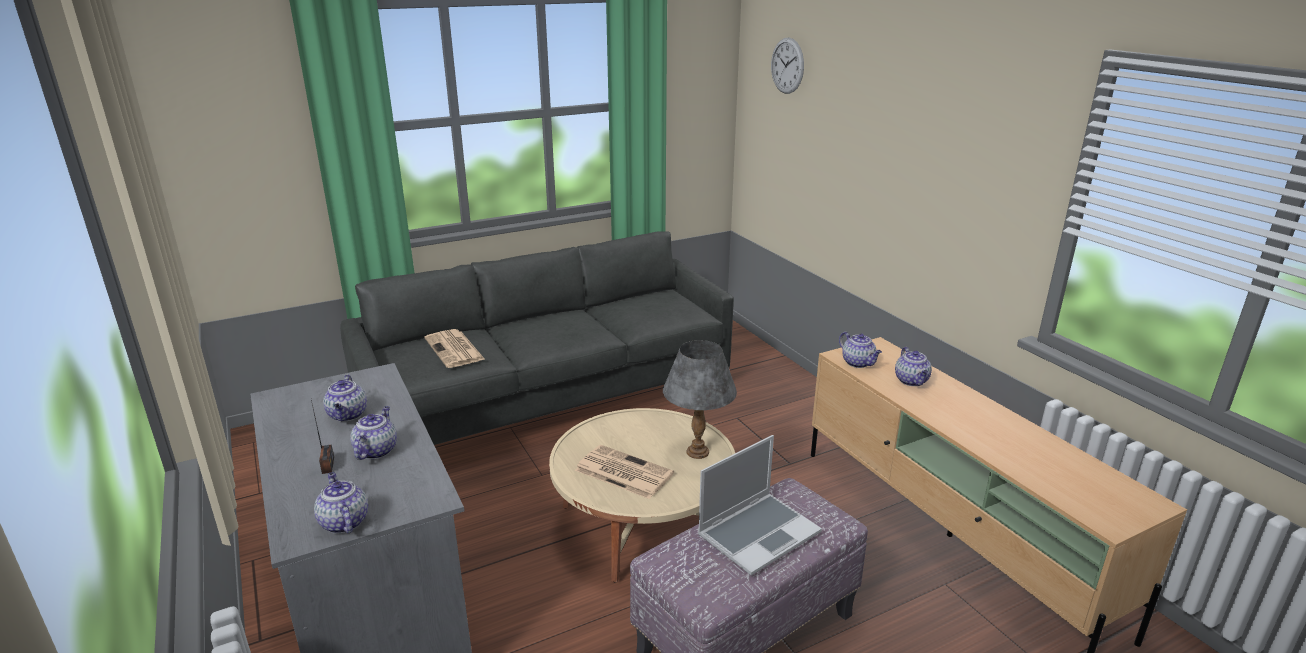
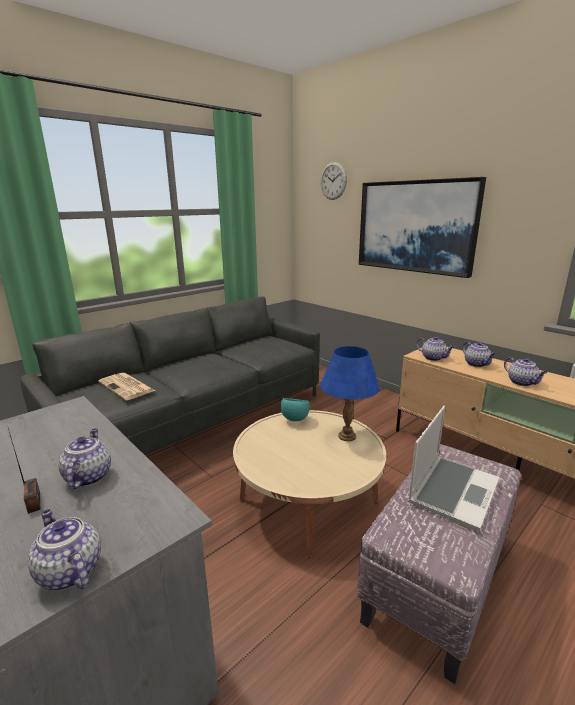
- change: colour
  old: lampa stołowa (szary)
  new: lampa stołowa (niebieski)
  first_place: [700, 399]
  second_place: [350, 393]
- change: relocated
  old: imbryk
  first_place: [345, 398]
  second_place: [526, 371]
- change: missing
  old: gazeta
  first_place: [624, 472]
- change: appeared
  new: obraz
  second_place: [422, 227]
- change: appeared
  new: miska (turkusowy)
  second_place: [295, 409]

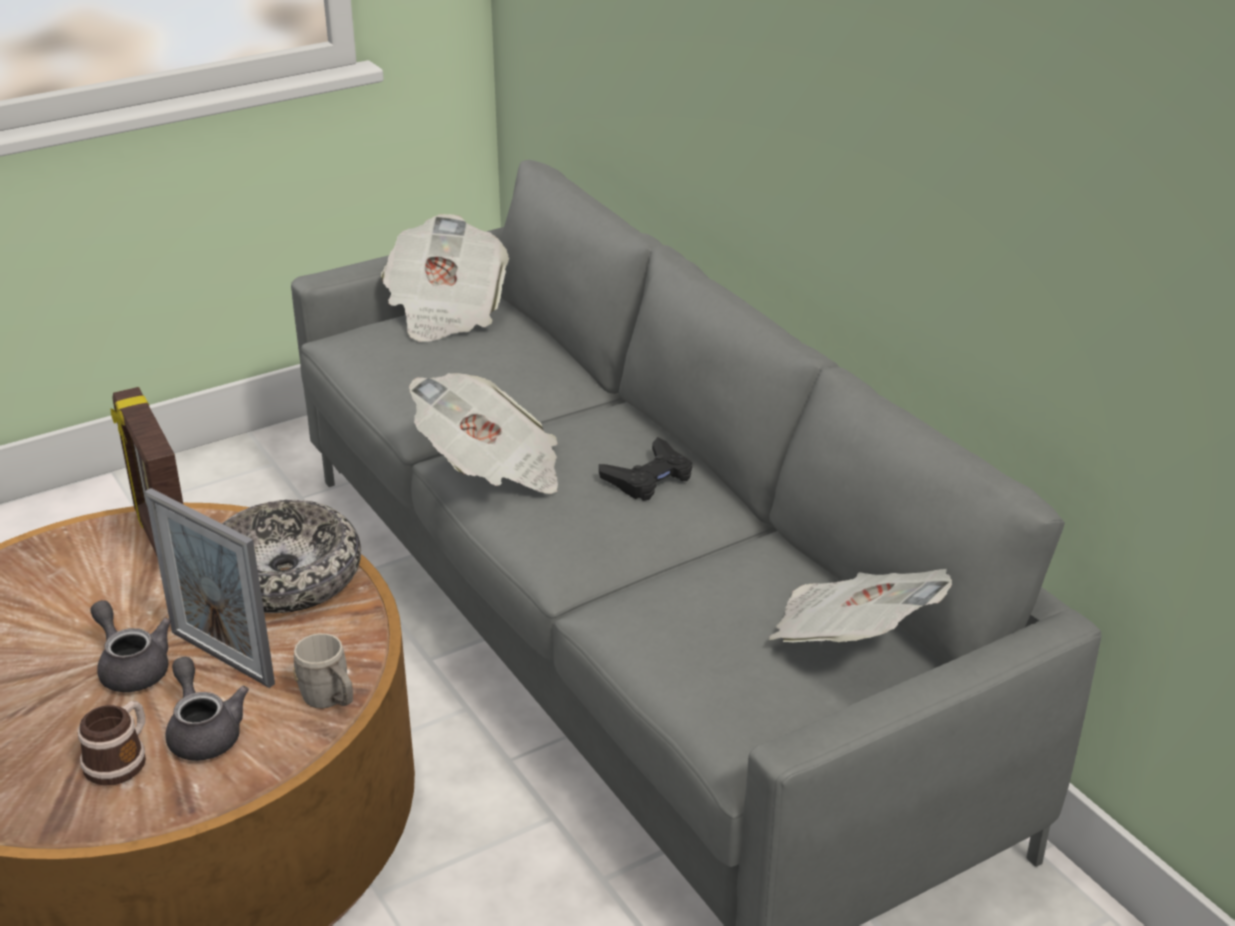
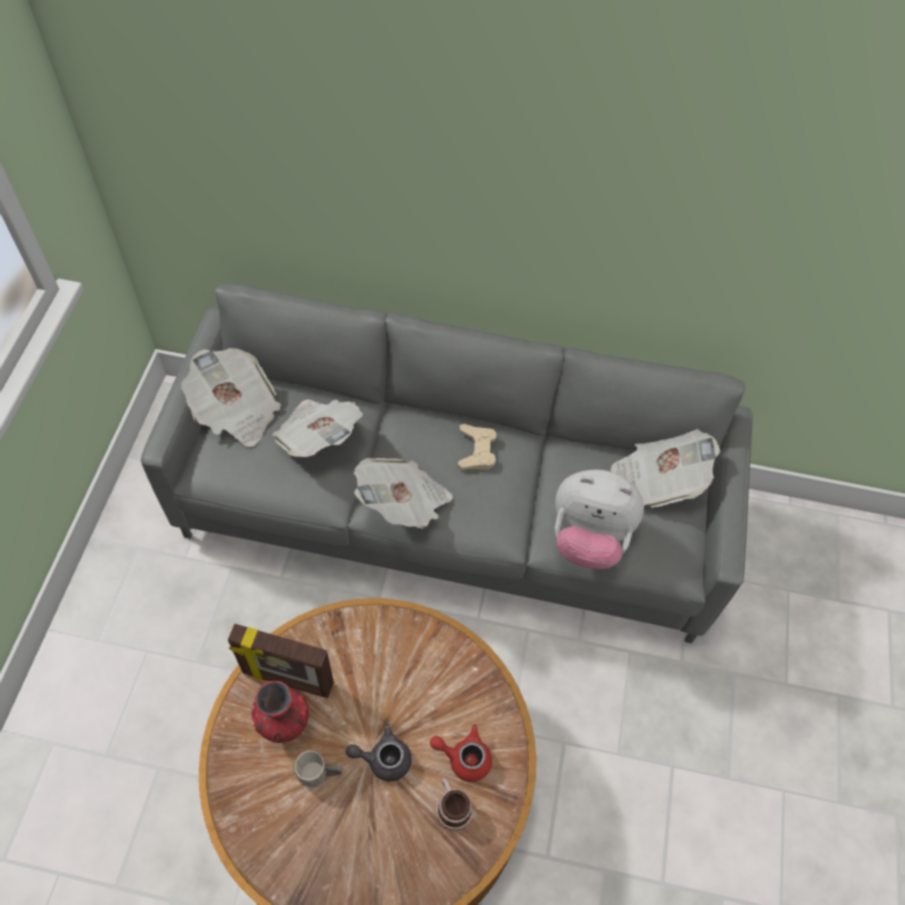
- change: colour
  old: pad do gier (czarny)
  new: pad do gier (beżowy)
  first_place: [646, 469]
  second_place: [477, 447]
- change: missing
  old: ramka na zdjęcie
  first_place: [210, 588]
- change: missing
  old: miska
  first_place: [292, 556]
- change: relocated
  old: kubek (szary)
  first_place: [323, 670]
  second_place: [317, 769]
- change: colour
  old: imbryk (szary)
  new: imbryk (czerwony)
  first_place: [207, 709]
  second_place: [461, 753]
- change: appeared
  new: gazeta
  second_place: [317, 428]
- change: appeared
  new: pluszak
  second_place: [599, 519]
- change: appeared
  new: wazon (czerwony)
  second_place: [280, 712]

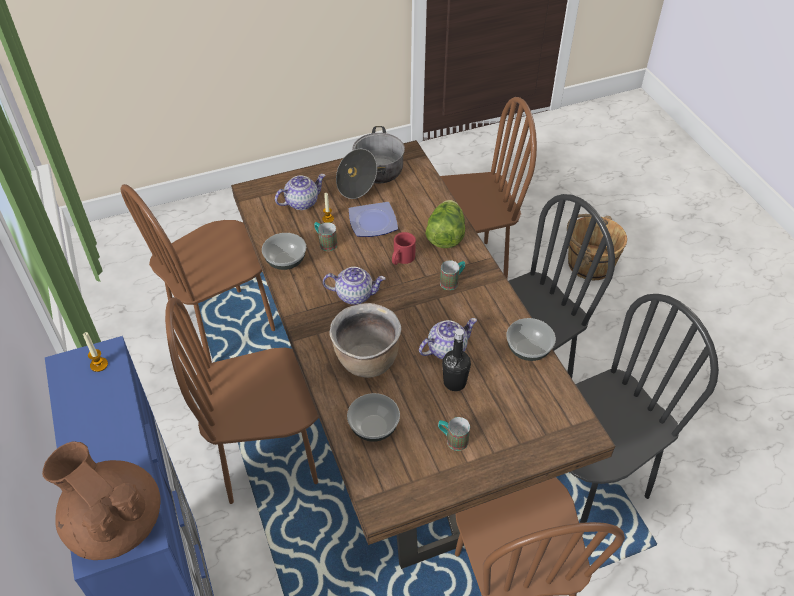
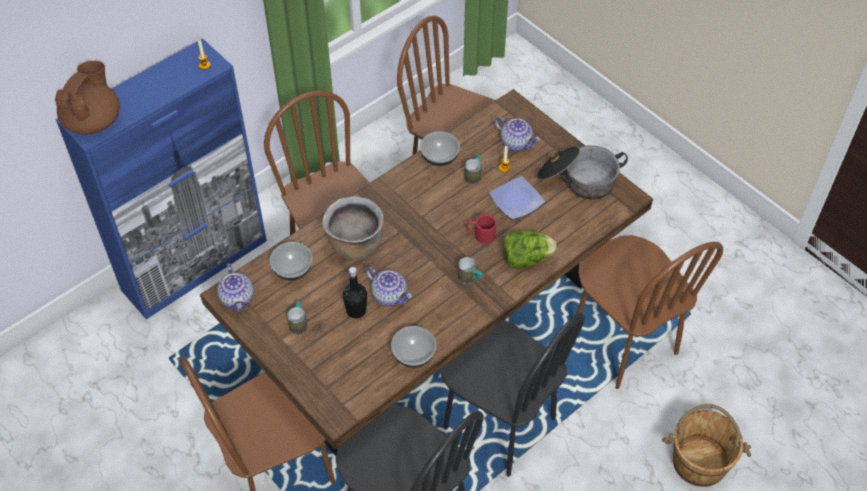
- change: relocated
  old: imbryk
  first_place: [354, 286]
  second_place: [235, 287]

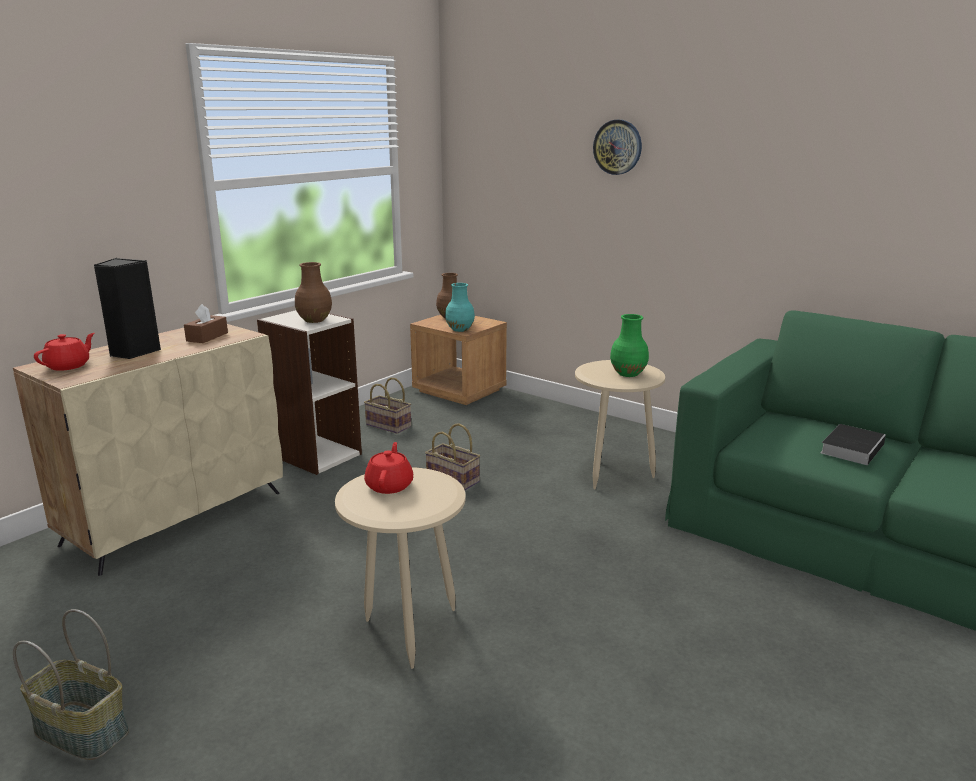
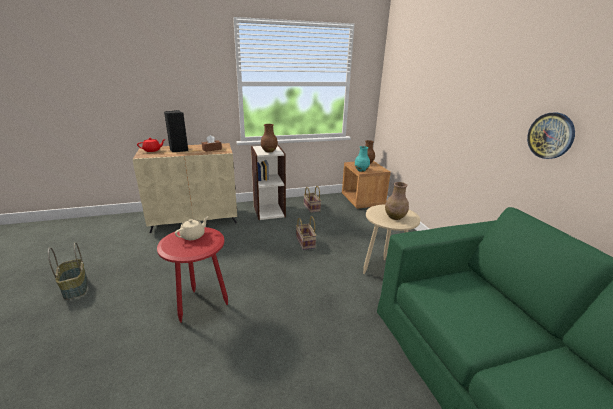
- change: relocated
  old: zegar ścienny
  first_place: [617, 147]
  second_place: [551, 135]
- change: colour
  old: wazon (zielony)
  new: wazon (brązowy)
  first_place: [629, 345]
  second_place: [397, 201]
- change: missing
  old: książka
  first_place: [853, 444]
- change: colour
  old: imbryk (czerwony)
  new: imbryk (beżowy)
  first_place: [388, 468]
  second_place: [192, 228]
- change: colour
  old: stolik (beżowy)
  new: stolik (czerwony)
  first_place: [400, 568]
  second_place: [192, 275]

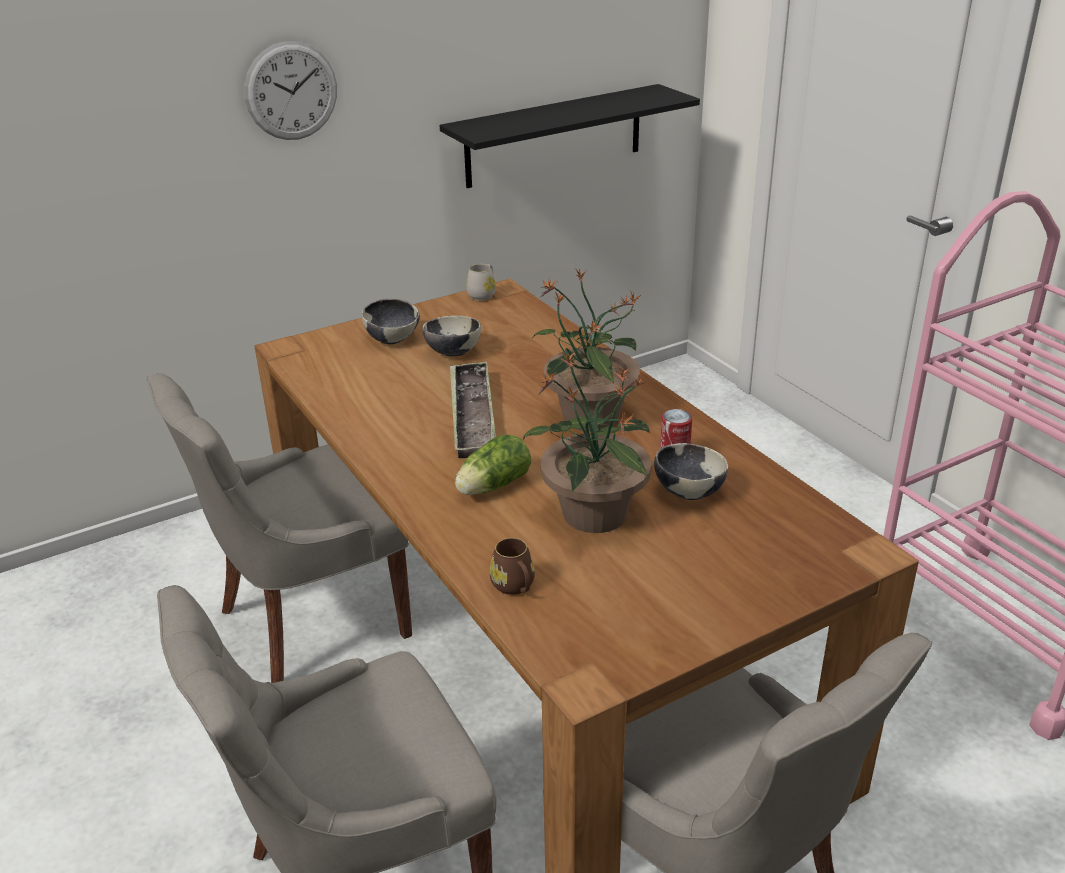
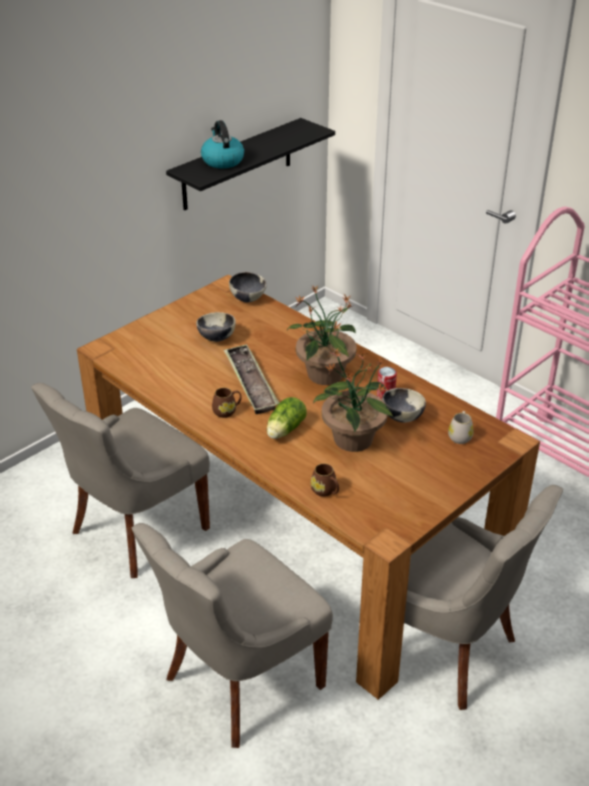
- change: missing
  old: zegar ścienny
  first_place: [290, 90]
- change: relocated
  old: kubek (biały)
  first_place: [481, 282]
  second_place: [461, 427]
- change: relocated
  old: miska
  first_place: [391, 321]
  second_place: [247, 287]
- change: appeared
  new: czajnik
  second_place: [222, 144]
- change: appeared
  new: kubek (brązowy)
  second_place: [226, 403]

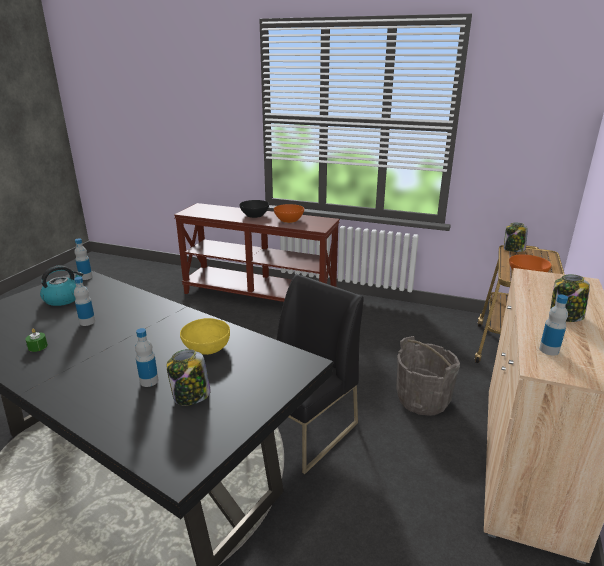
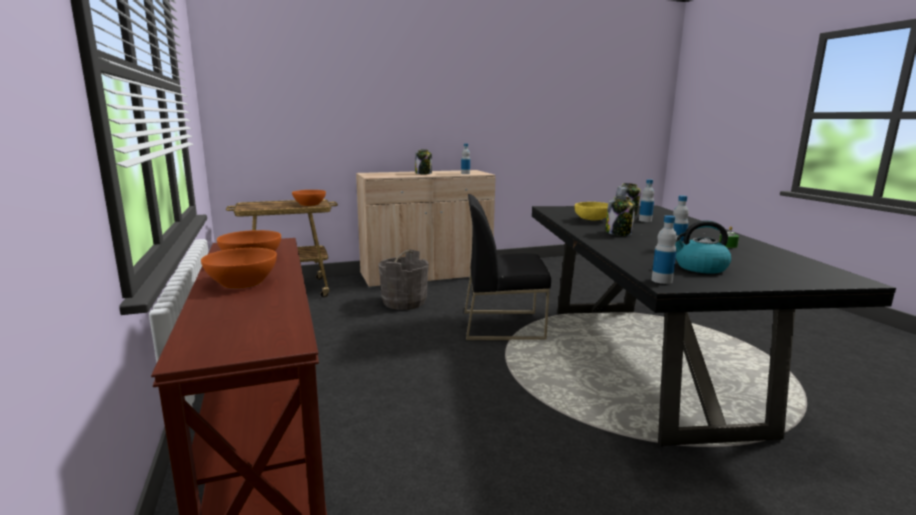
- change: colour
  old: miska (czarny)
  new: miska (pomarańczowy)
  first_place: [254, 209]
  second_place: [239, 268]
- change: relocated
  old: słoik
  first_place: [516, 237]
  second_place: [620, 216]

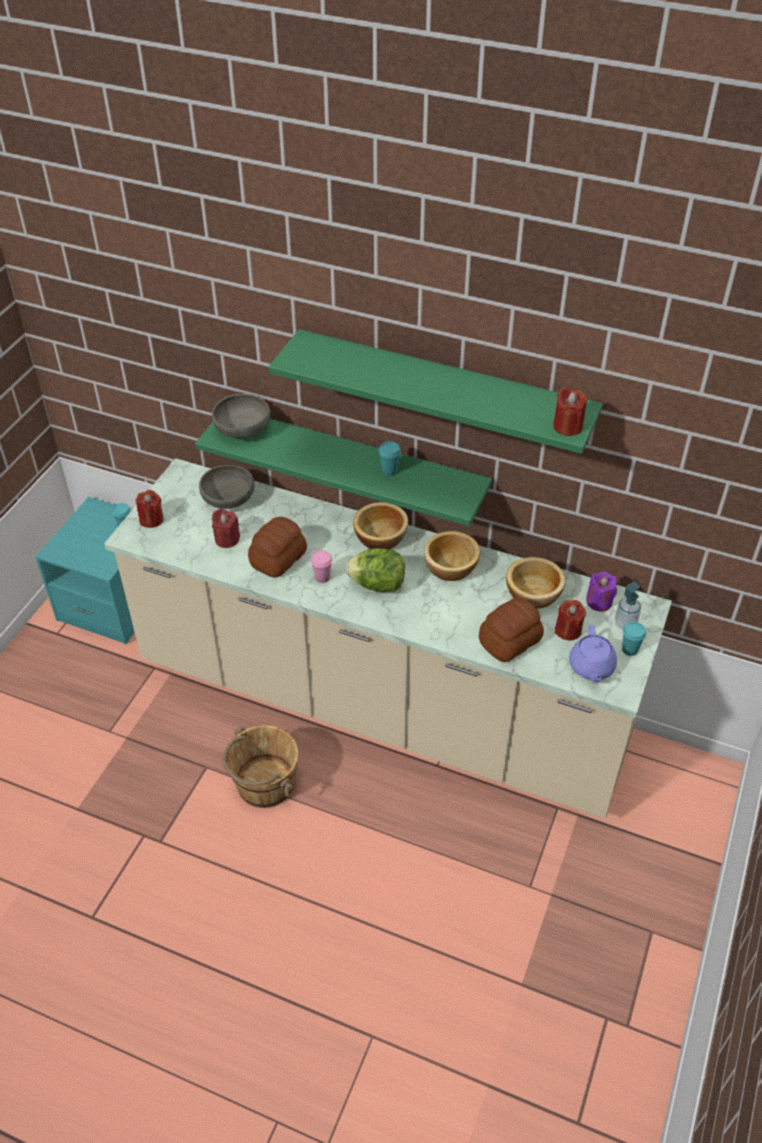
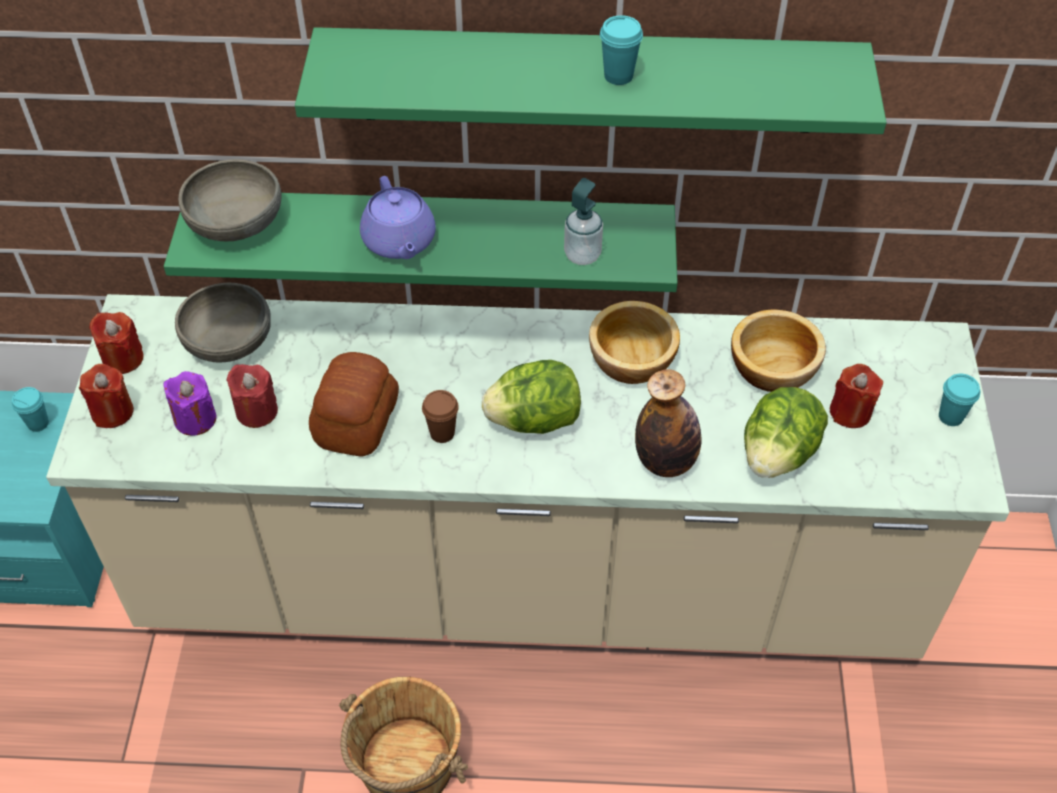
- change: relocated
  old: świeca (czerwony)
  first_place: [570, 411]
  second_place: [116, 343]
- change: relocated
  old: filiżanka (turkusowy)
  first_place: [390, 458]
  second_place: [621, 50]
- change: missing
  old: miska
  first_place: [380, 525]
- change: colour
  old: filiżanka (różowy)
  new: filiżanka (brązowy)
  first_place: [322, 566]
  second_place: [440, 416]
- change: relocated
  old: świeca (fioletowy)
  first_place: [601, 592]
  second_place: [190, 403]
- change: relocated
  old: dozownik mydła
  first_place: [628, 605]
  second_place: [583, 221]
- change: exchanged
  old: chleb
  new: sałata
  first_place: [511, 630]
  second_place: [786, 432]
- change: relocated
  old: imbryk (fioletowy)
  first_place: [593, 653]
  second_place: [398, 217]
- change: appeared
  new: butelka
  second_place: [668, 423]

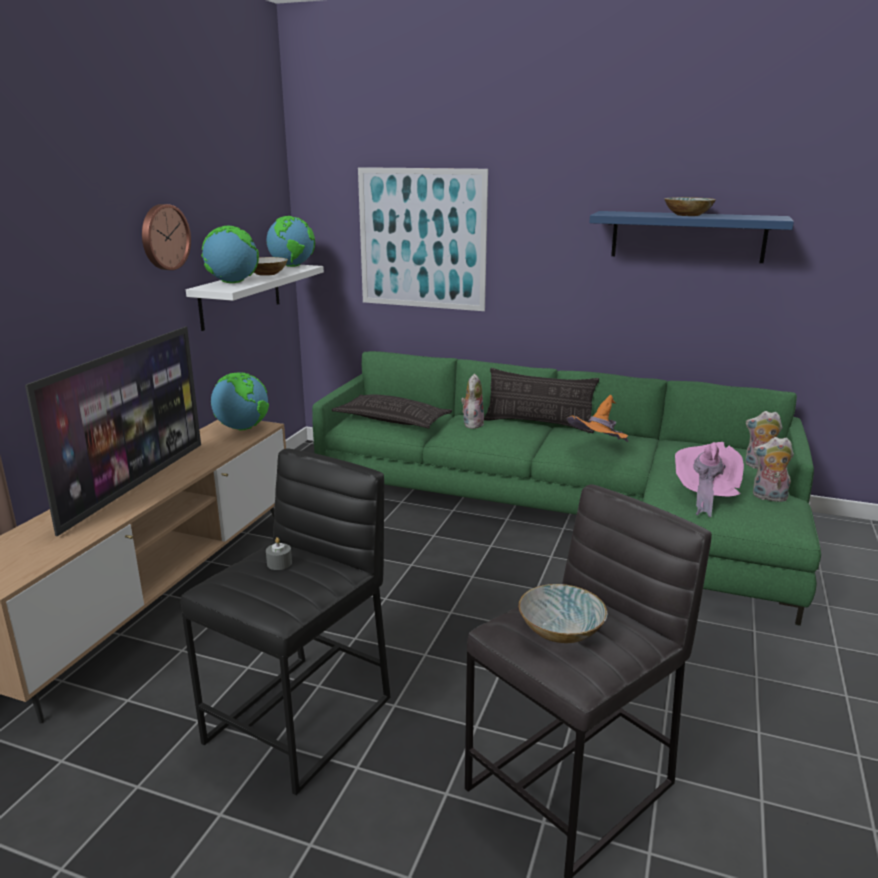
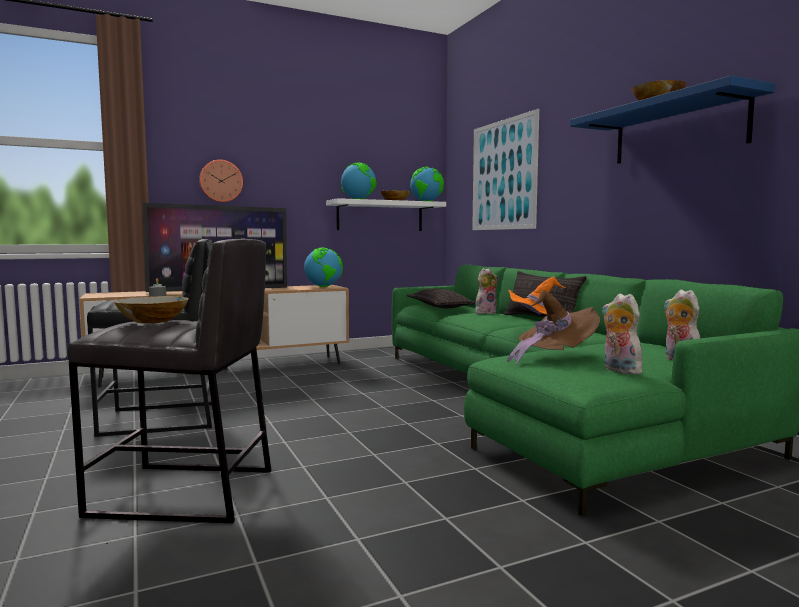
- change: relocated
  old: zegar ścienny
  first_place: [166, 237]
  second_place: [221, 181]
- change: colour
  old: kapelusz (różowy)
  new: kapelusz (brązowy)
  first_place: [709, 479]
  second_place: [553, 327]

